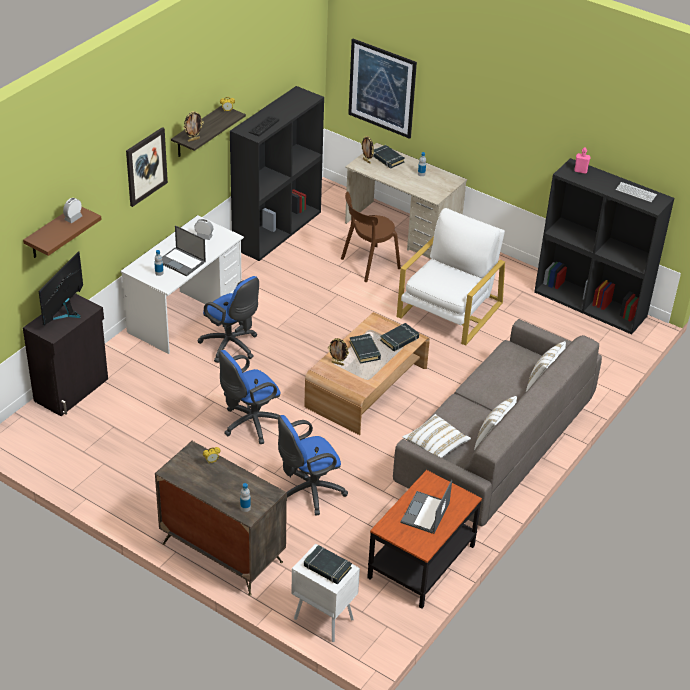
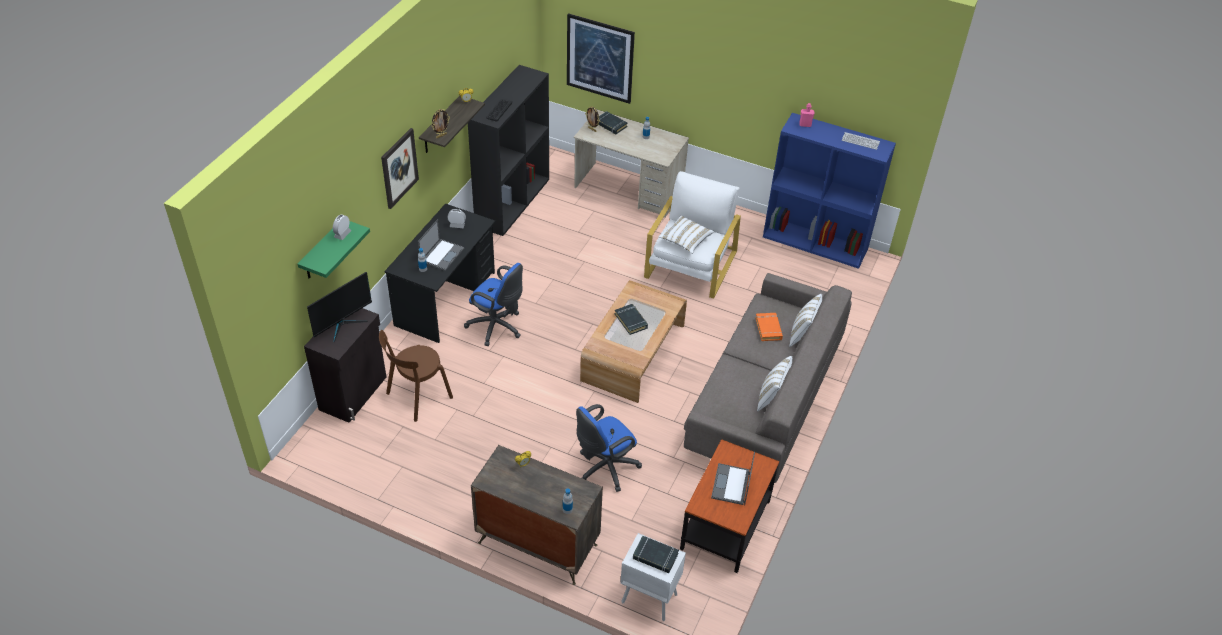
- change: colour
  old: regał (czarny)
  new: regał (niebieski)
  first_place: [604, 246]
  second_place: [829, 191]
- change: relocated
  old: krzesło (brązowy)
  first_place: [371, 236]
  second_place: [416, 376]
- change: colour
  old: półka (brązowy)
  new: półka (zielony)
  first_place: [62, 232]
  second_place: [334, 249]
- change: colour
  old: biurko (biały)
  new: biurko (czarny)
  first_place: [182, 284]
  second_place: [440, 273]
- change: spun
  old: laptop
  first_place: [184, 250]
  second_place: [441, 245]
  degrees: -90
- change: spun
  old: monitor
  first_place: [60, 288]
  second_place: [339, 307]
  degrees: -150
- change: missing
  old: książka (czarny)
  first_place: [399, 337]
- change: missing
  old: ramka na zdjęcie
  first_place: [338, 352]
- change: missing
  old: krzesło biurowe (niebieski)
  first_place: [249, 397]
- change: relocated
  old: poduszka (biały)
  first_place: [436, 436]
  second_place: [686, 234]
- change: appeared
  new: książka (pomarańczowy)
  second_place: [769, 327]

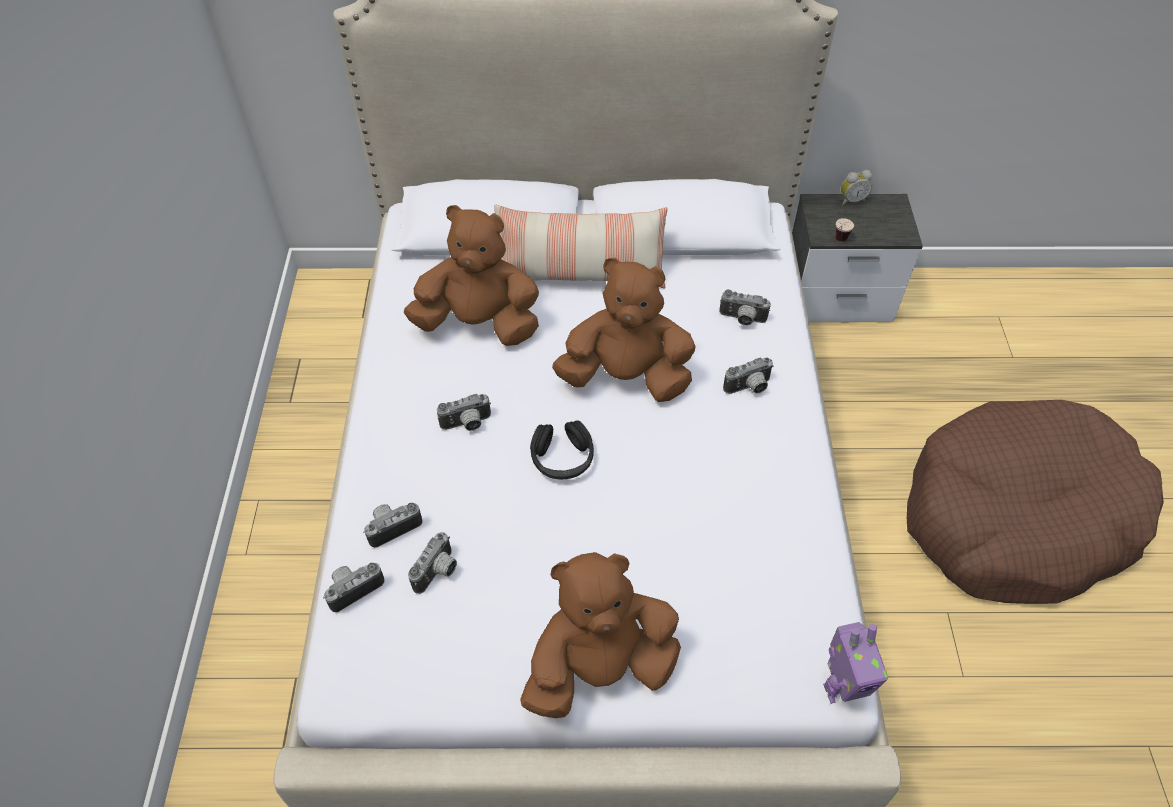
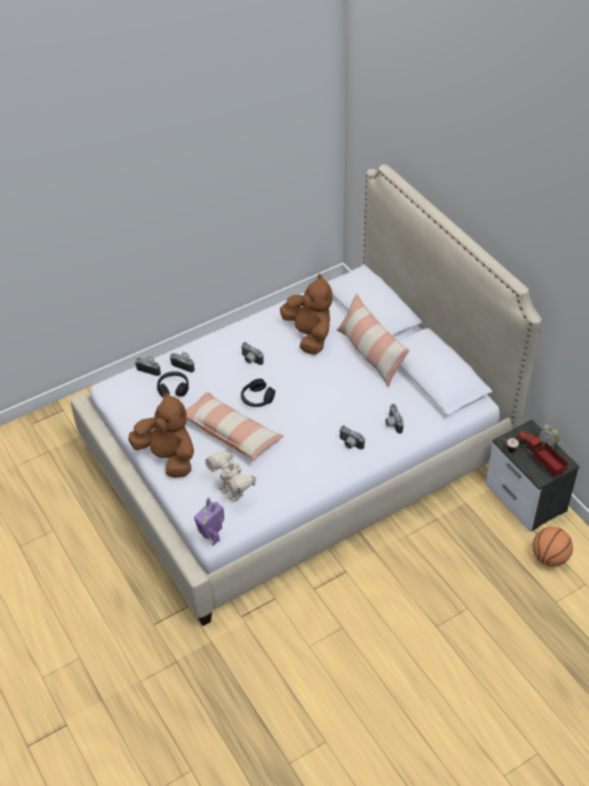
- change: missing
  old: pluszak (brązowy)
  first_place: [624, 330]
- change: missing
  old: legowisko (brązowy)
  first_place: [1035, 502]
- change: exchanged
  old: aparat fotograficzny
  new: słuchawki (czarny)
  first_place: [432, 563]
  second_place: [173, 384]
- change: appeared
  new: poduszka
  second_place: [234, 426]
- change: appeared
  new: ciężarówka zabawkowa
  second_place: [542, 454]
- change: appeared
  new: robot zabawkowy
  second_place: [230, 476]
- change: appeared
  new: piłka do koszykówki
  second_place: [553, 547]

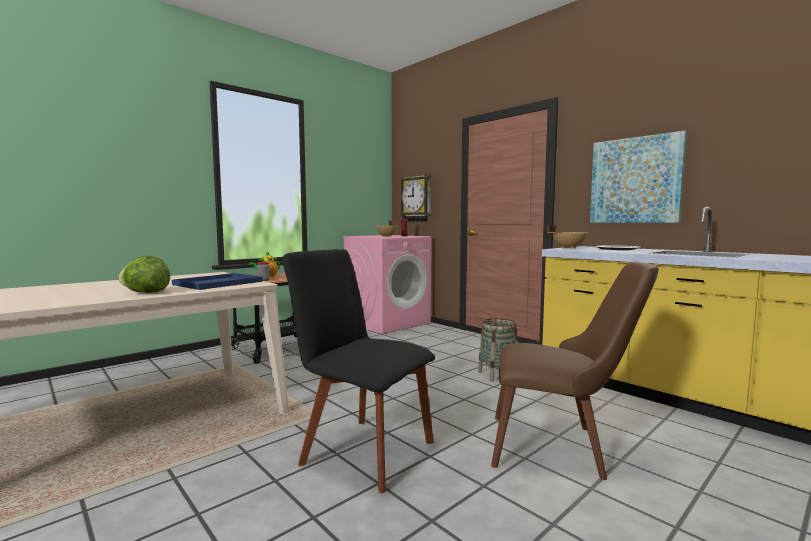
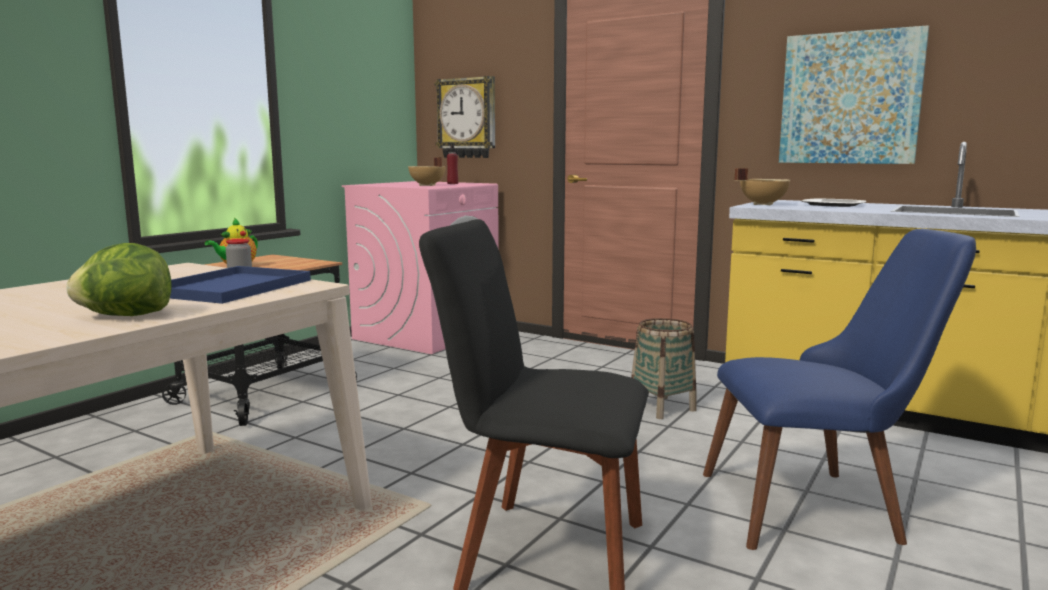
- change: colour
  old: krzesło (brązowy)
  new: krzesło (niebieski)
  first_place: [575, 371]
  second_place: [839, 389]

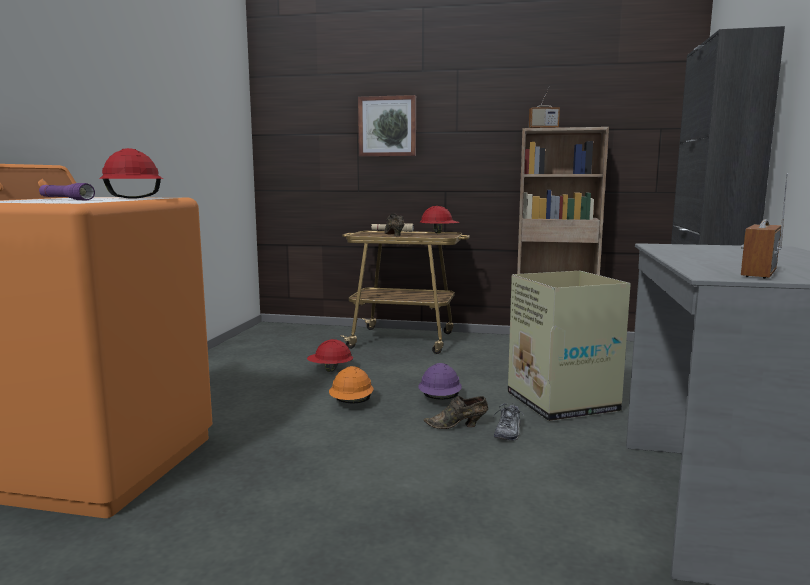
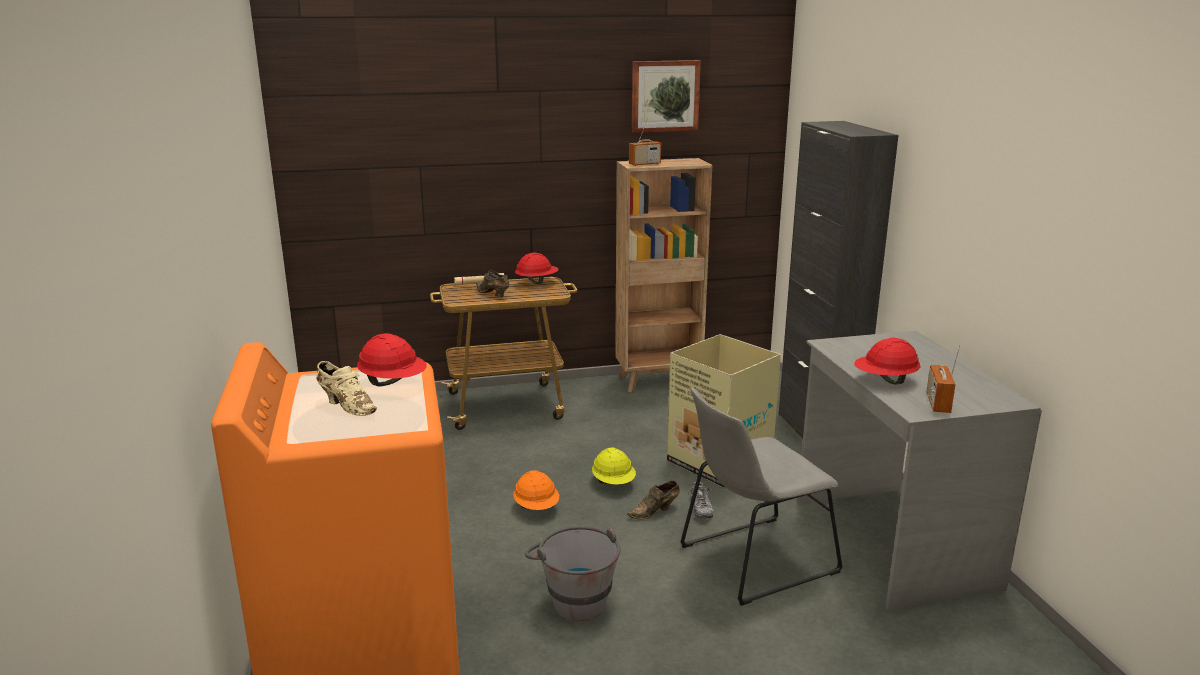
- change: relocated
  old: obraz
  first_place: [387, 126]
  second_place: [666, 96]
- change: exchanged
  old: latarka (fioletowy)
  new: but (beżowy)
  first_place: [67, 192]
  second_place: [346, 388]
- change: relocated
  old: kask (czerwony)
  first_place: [330, 355]
  second_place: [887, 361]
- change: colour
  old: kask (fioletowy)
  new: kask (żółty)
  first_place: [440, 381]
  second_place: [614, 466]
- change: appeared
  new: krzesło (szary)
  second_place: [761, 496]
- change: appeared
  new: wiadro (szary)
  second_place: [572, 573]

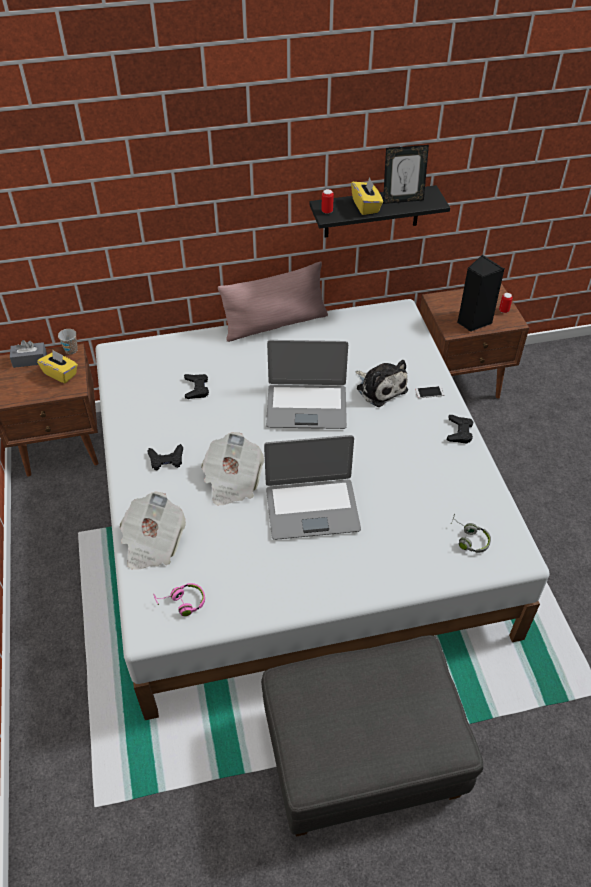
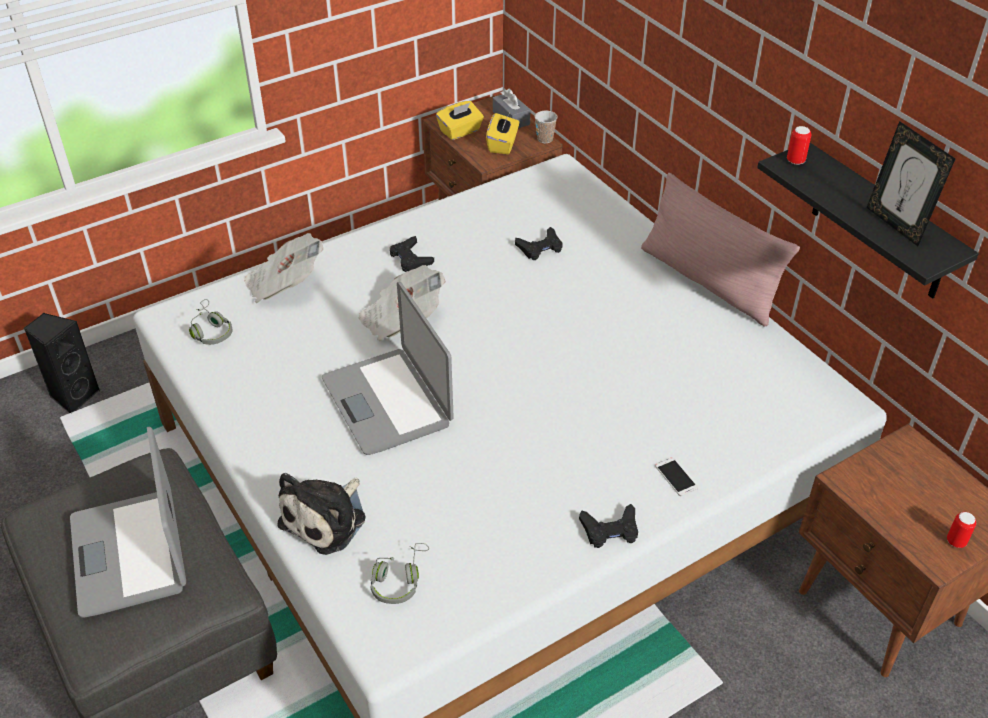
- change: relocated
  old: pudełko chusteczek (żółty)
  first_place: [367, 196]
  second_place: [460, 120]
- change: relocated
  old: głośnik (czarny)
  first_place: [481, 293]
  second_place: [62, 363]
- change: relocated
  old: laptop
  first_place: [307, 384]
  second_place: [128, 522]
- change: relocated
  old: pluszak
  first_place: [381, 383]
  second_place: [321, 514]
- change: colour
  old: słuchawki (różowy)
  new: słuchawki (szary)
  first_place: [179, 599]
  second_place: [211, 322]

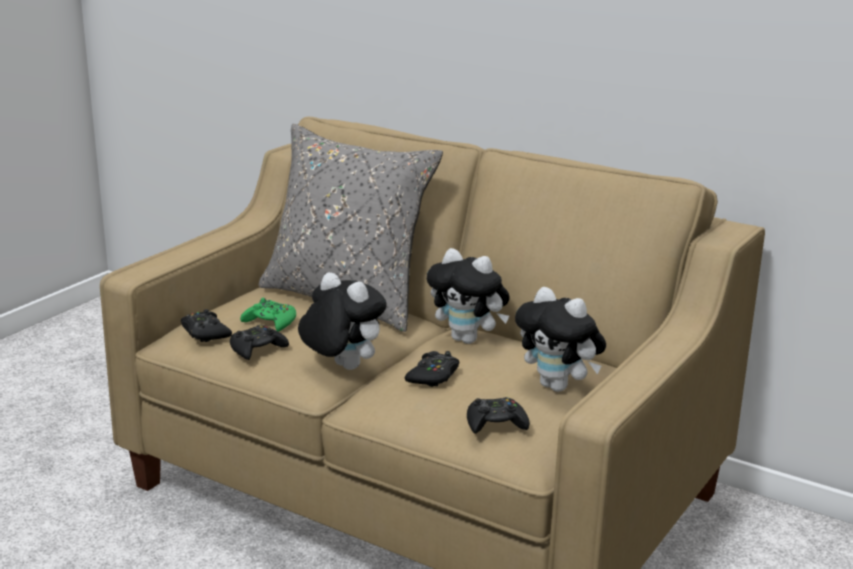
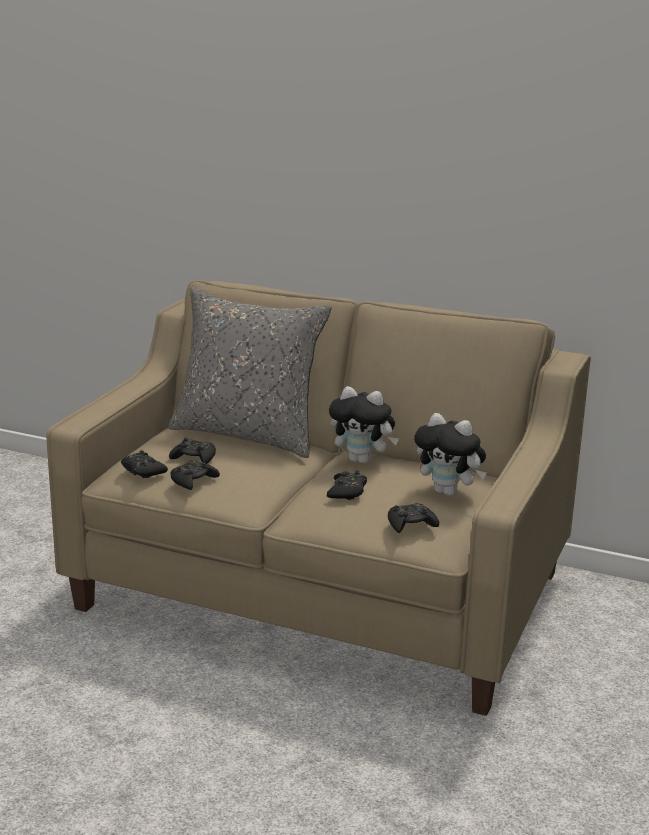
- change: missing
  old: pluszak
  first_place: [342, 321]
- change: colour
  old: pad do gier (zielony)
  new: pad do gier (czarny)
  first_place: [268, 315]
  second_place: [192, 451]

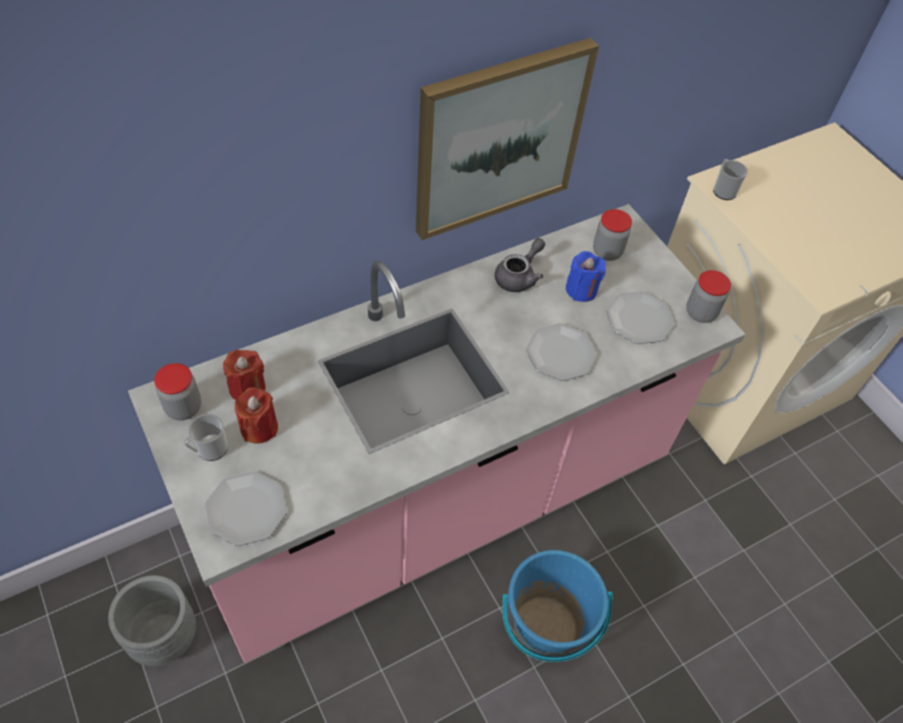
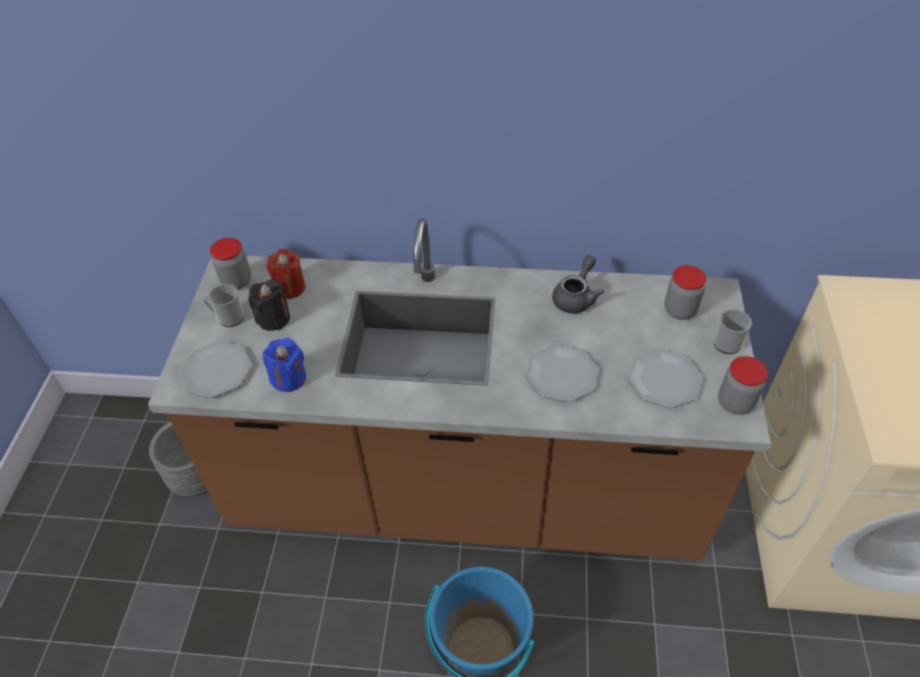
- change: missing
  old: obraz
  first_place: [507, 139]
- change: relocated
  old: kubek
  first_place: [730, 179]
  second_place: [732, 331]
- change: colour
  old: zabudowa kuchenna (różowy)
  new: zabudowa kuchenna (brązowy)
  first_place: [437, 433]
  second_place: [459, 389]
- change: spun
  old: imbryk (szary)
  first_place: [520, 265]
  second_place: [578, 284]
  degrees: -45
- change: relocated
  old: świeca (niebieski)
  first_place: [586, 276]
  second_place: [284, 365]
- change: colour
  old: świeca (czerwony)
  new: świeca (czarny)
  first_place: [256, 415]
  second_place: [269, 305]

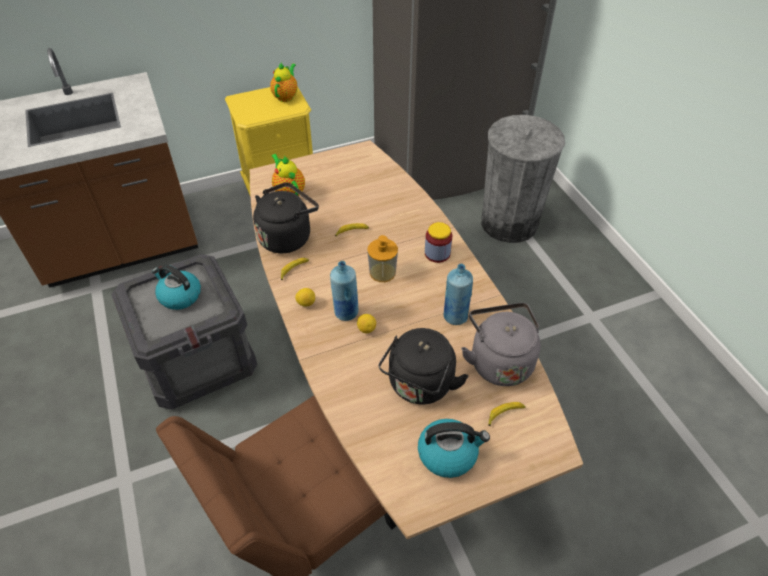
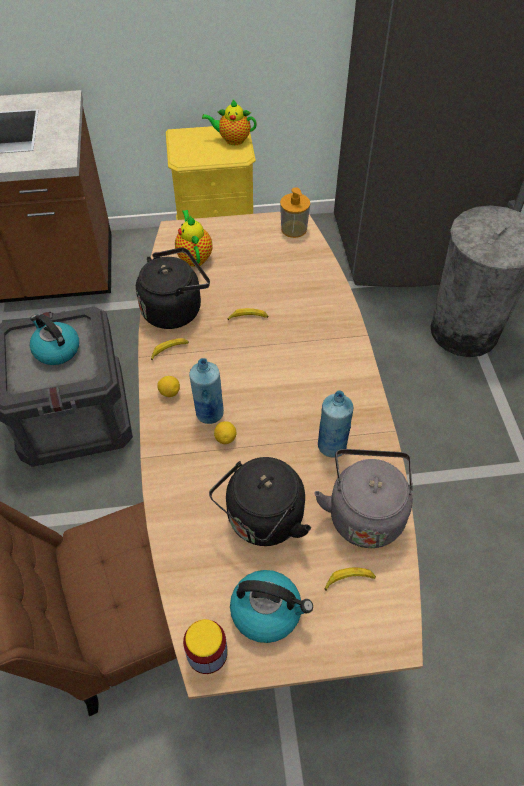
- change: spun
  old: imbryk
  first_place: [283, 82]
  second_place: [229, 122]
  degrees: -120
- change: relocated
  old: słoik
  first_place: [438, 242]
  second_place: [205, 646]
- change: relocated
  old: dozownik mydła
  first_place: [382, 258]
  second_place: [295, 212]

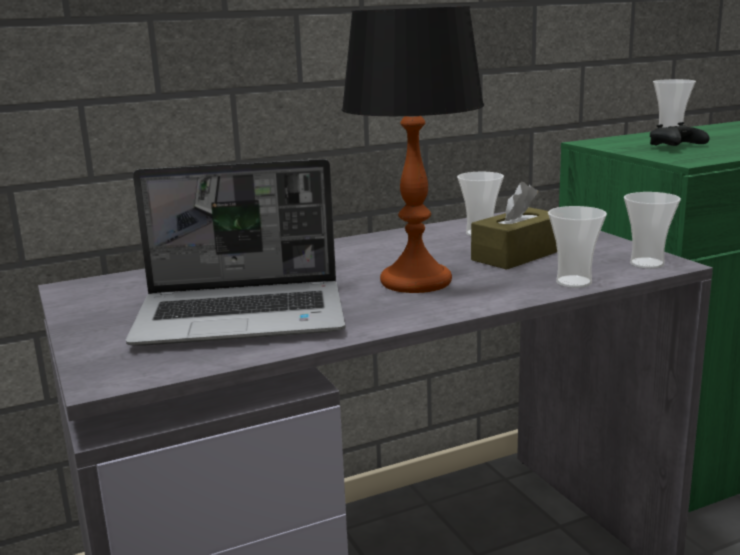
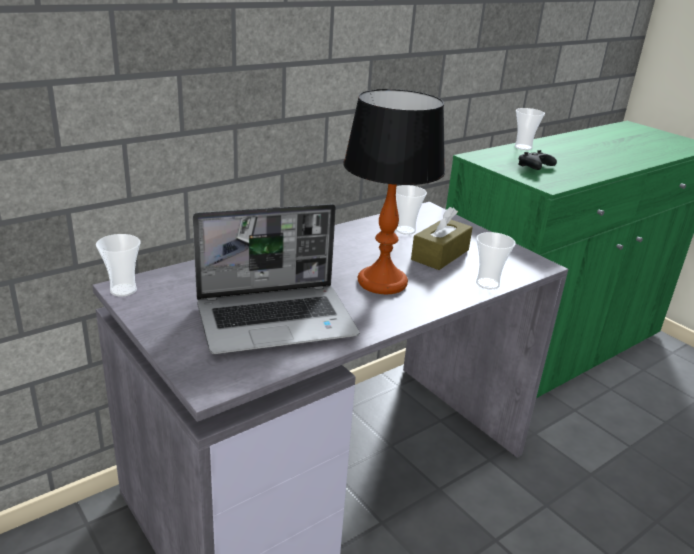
- change: relocated
  old: filiżanka
  first_place: [652, 230]
  second_place: [118, 265]

